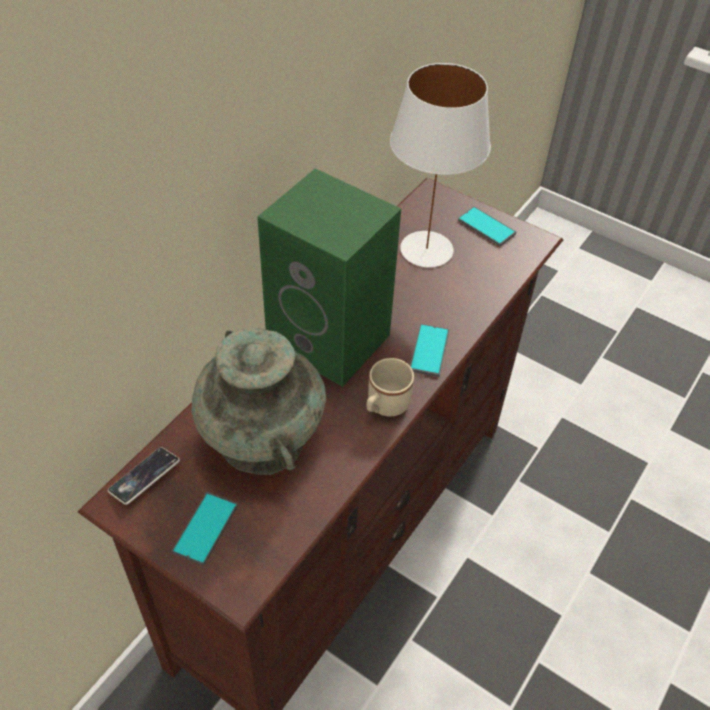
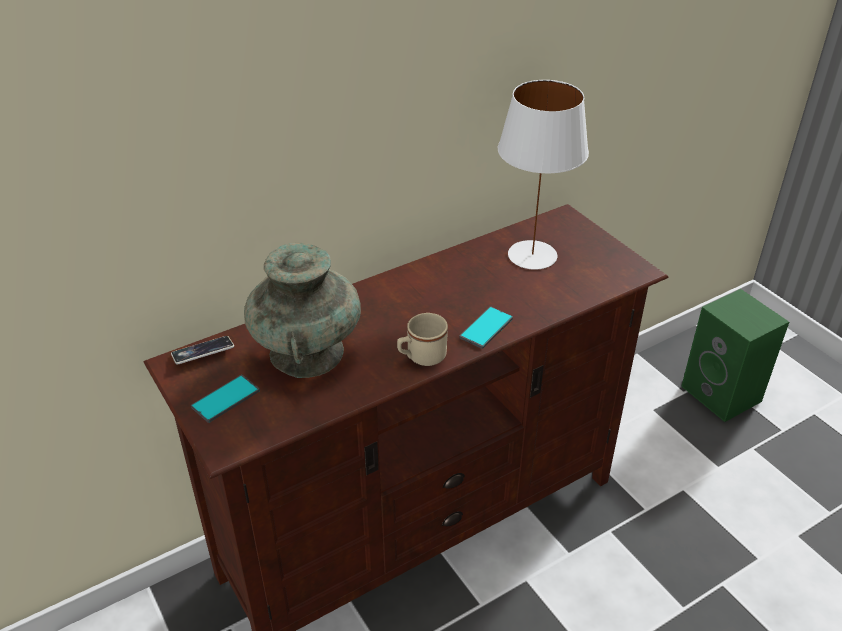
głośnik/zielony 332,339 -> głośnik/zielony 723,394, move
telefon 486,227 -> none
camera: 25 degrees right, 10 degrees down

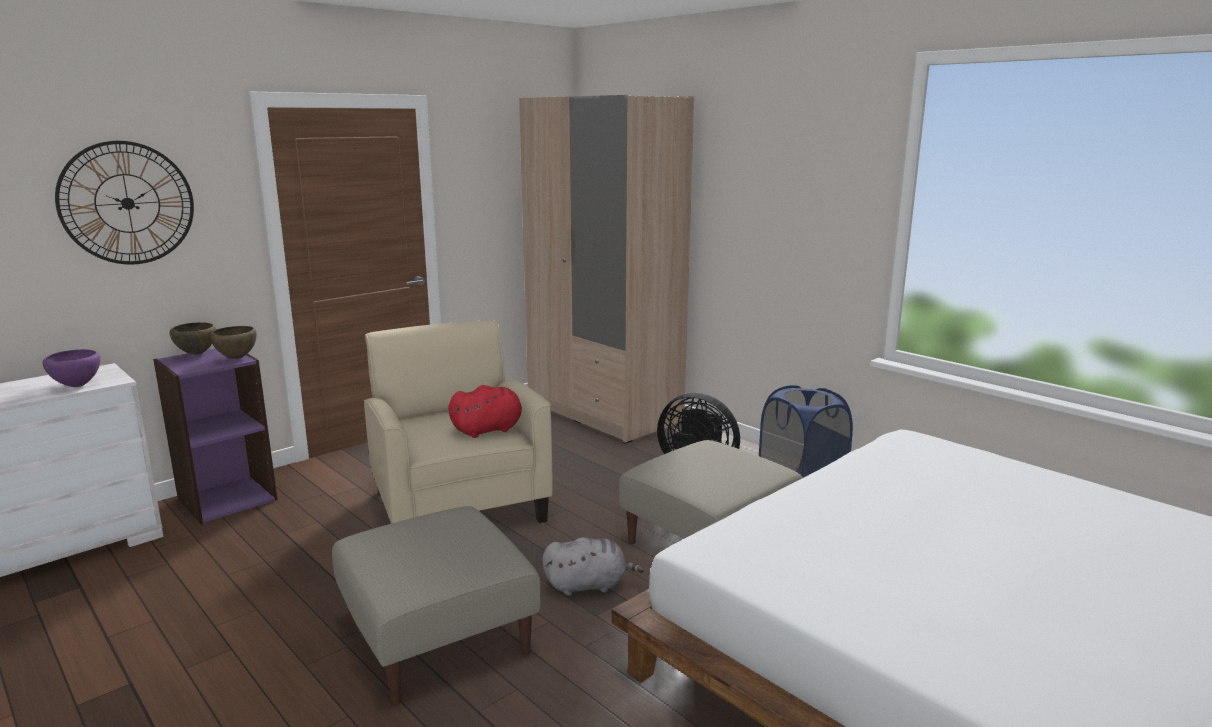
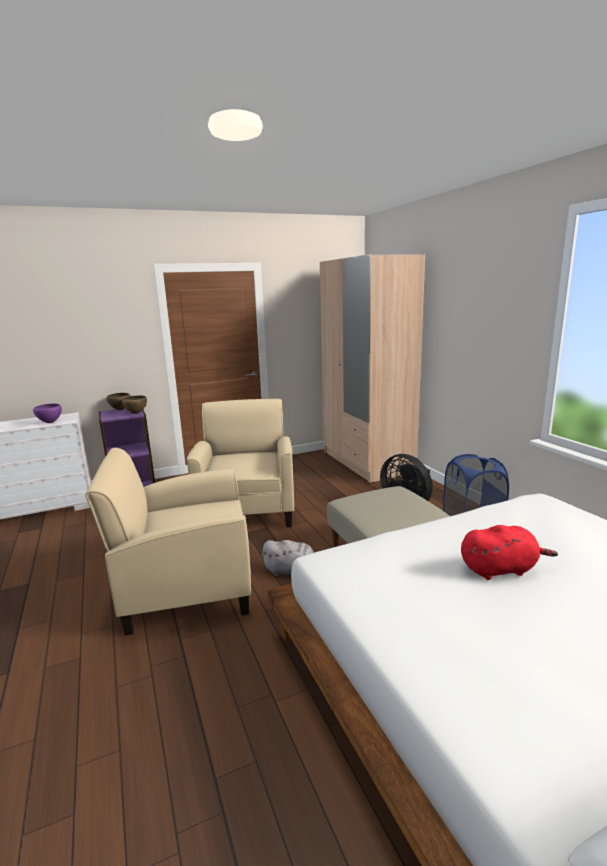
pufa/beżowy 436,636 -> fotel/beżowy 186,587
pluszak/czerwony 490,430 -> pluszak/czerwony 500,569, move
zegar ścienny 127,203 -> none
camera: 20 degrees right, 0 degrees up

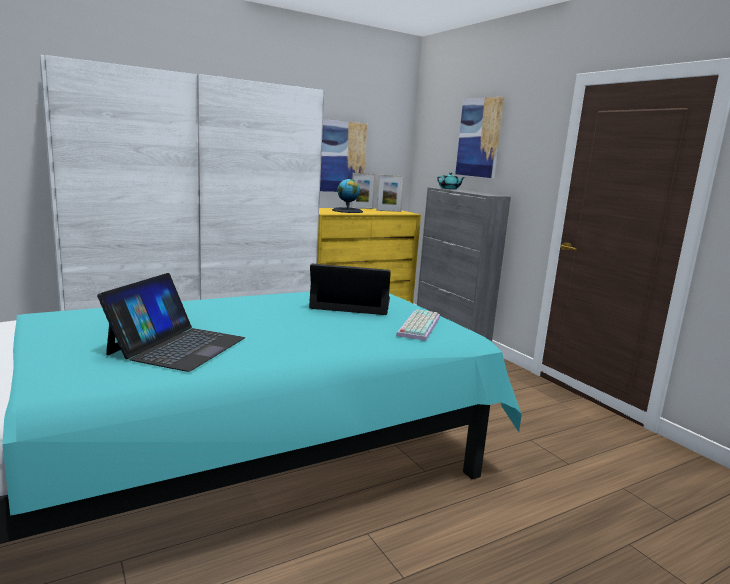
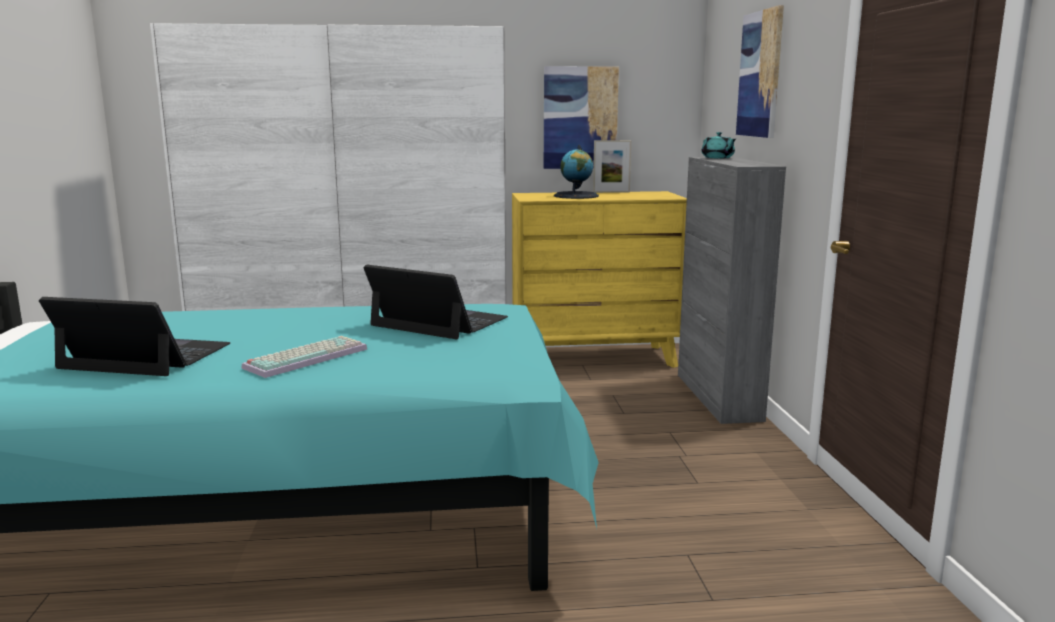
laptop 177,346 -> laptop 145,356, 120 degrees counterclockwise
klawiatura 418,325 -> klawiatura 306,357, move
ramka na zdjęcie 388,211 -> none
camera: 25 degrees right, 0 degrees up

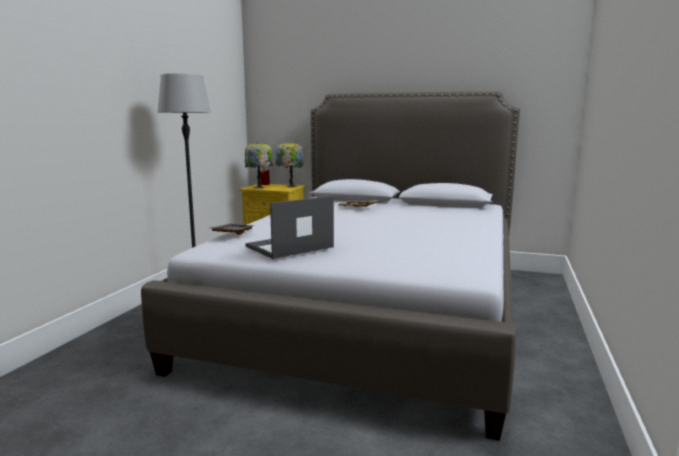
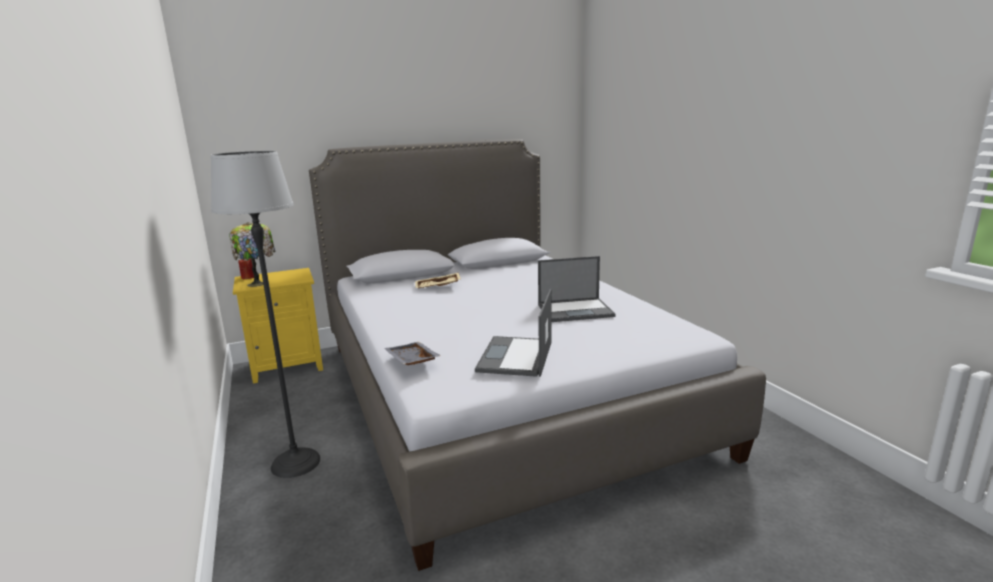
none -> laptop 576,310
lampa stołowa 290,186 -> none
camera: 40 degrees left, 5 degrees up

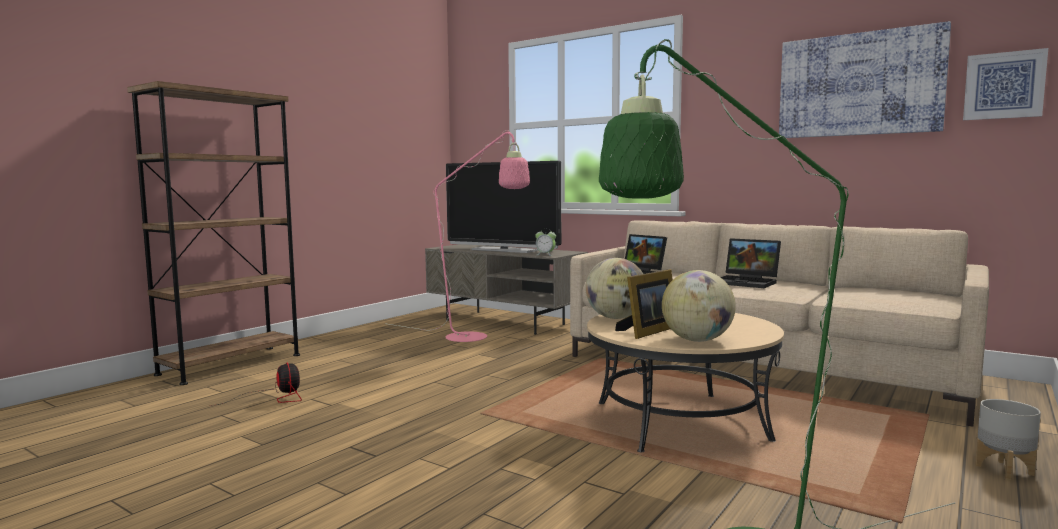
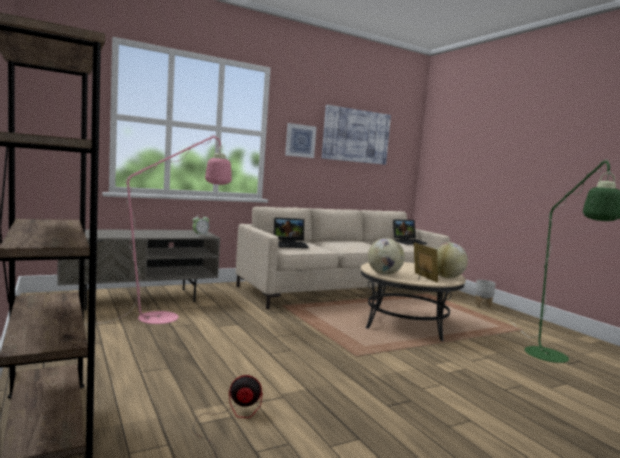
obraz 1004,85 -> obraz 300,141, move
laptop 748,282 -> laptop 408,242, move
telewizor 504,250 -> none
camera: 65 degrees left, 0 degrees up

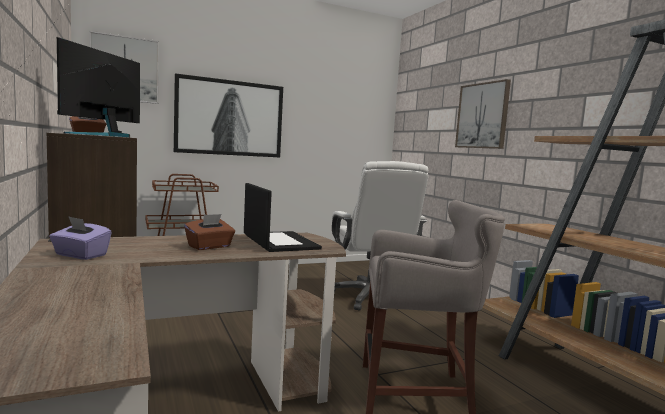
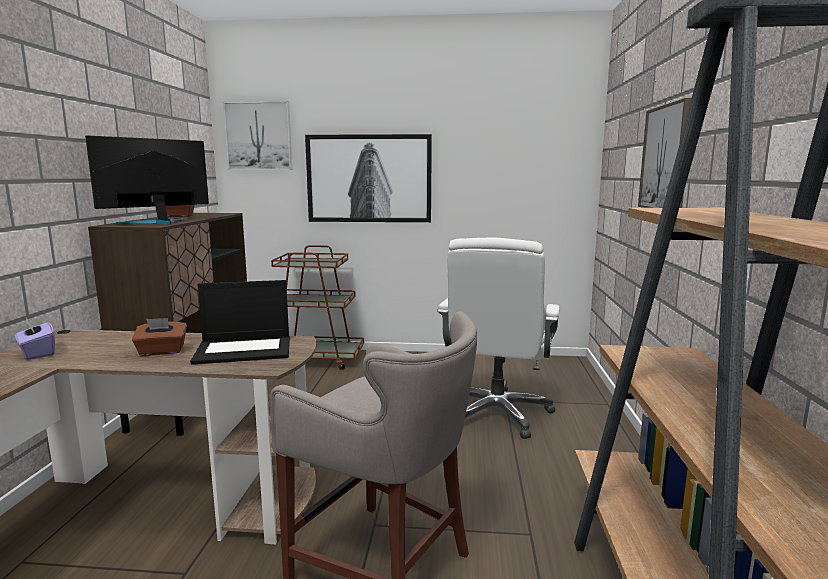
laptop 279,242 -> laptop 245,350, 75 degrees clockwise
camera: 30 degrees right, 5 degrees up

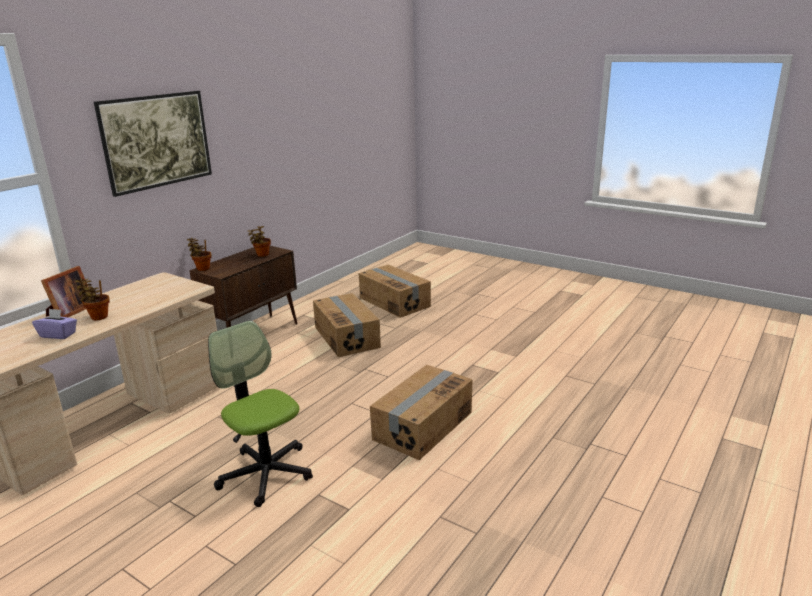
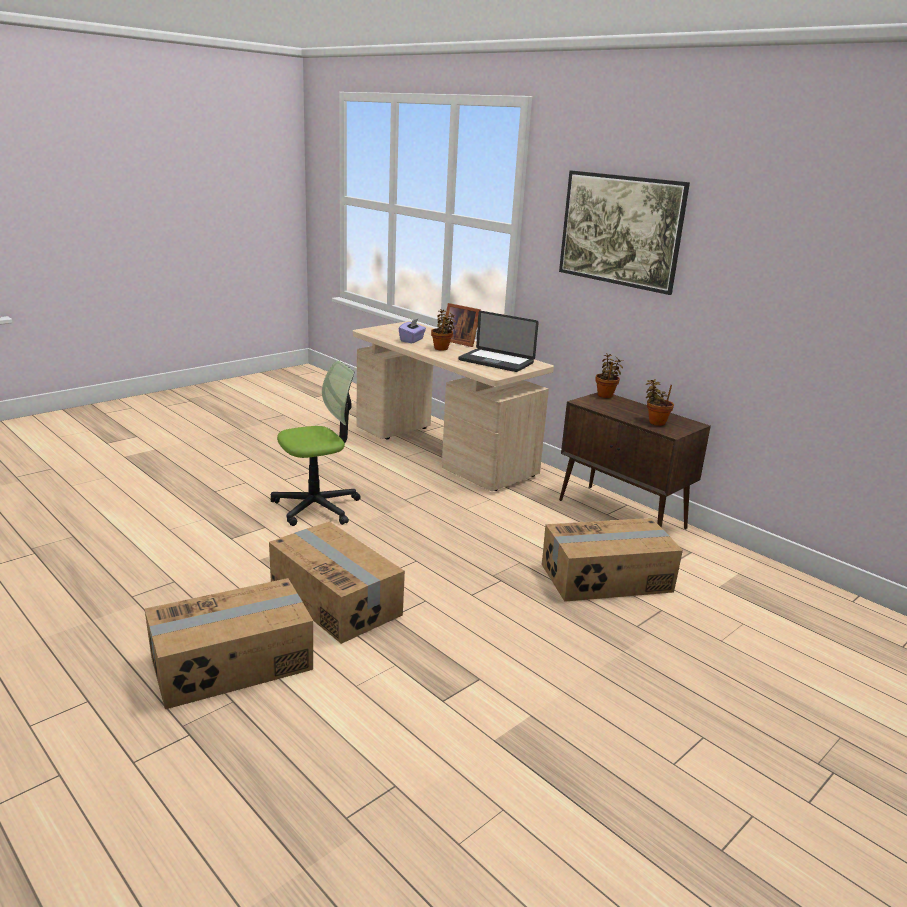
karton 395,302 -> karton 232,664, move
none -> laptop 496,362
camera: 100 degrees right, 0 degrees up

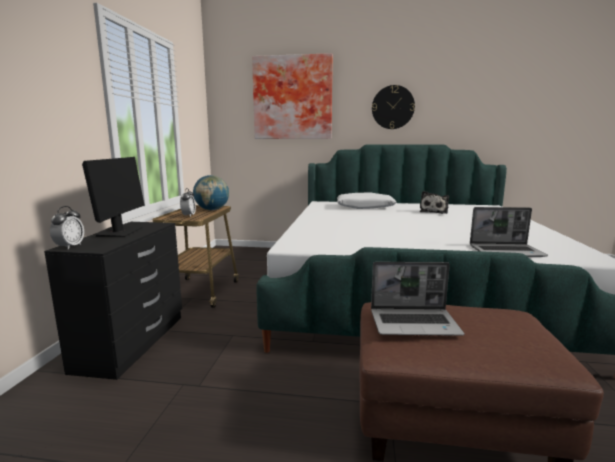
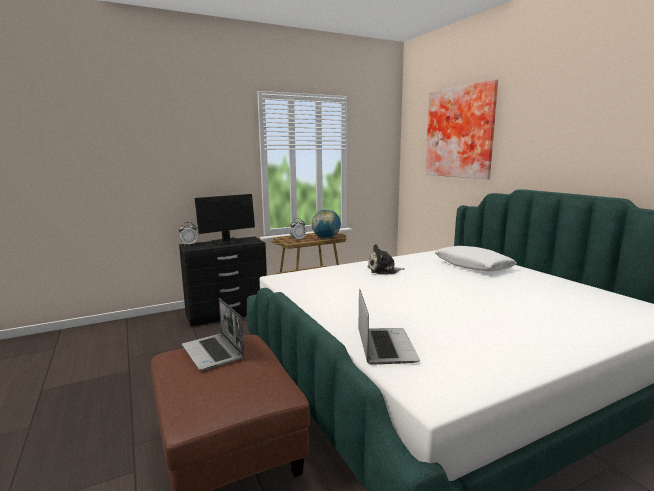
laptop 506,251 -> laptop 384,346, 150 degrees counterclockwise
pluszak 434,212 -> pluszak 384,270, move
zegar ścienny 393,107 -> none
camera: 55 degrees right, 0 degrees up

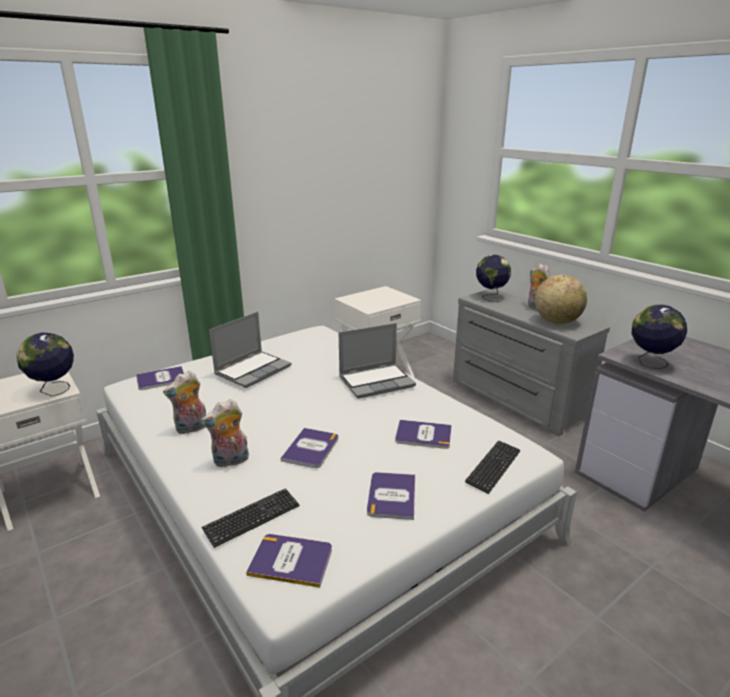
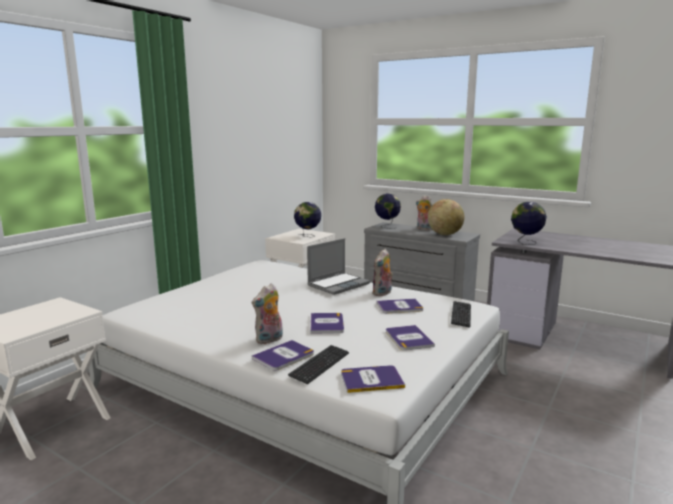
książka 161,379 -> książka 284,356, move
globus 54,390 -> globus 308,236, move
pluszak 191,428 -> pluszak 382,293, move
laptop 253,370 -> none
camera: 20 degrees left, 10 degrees down

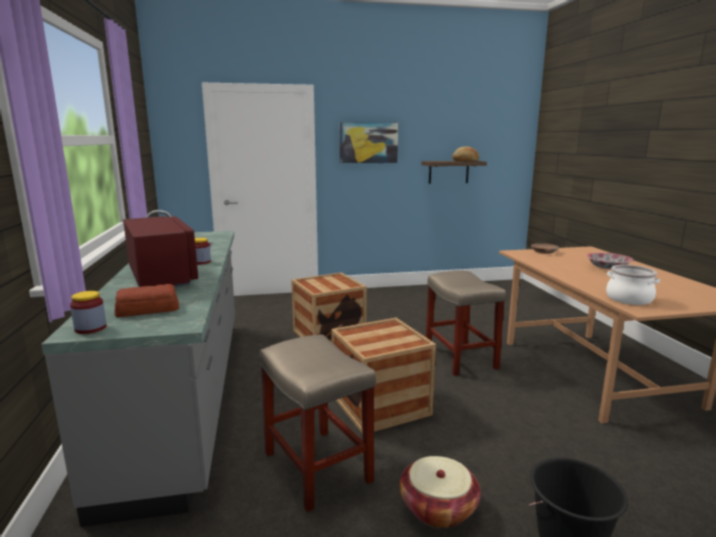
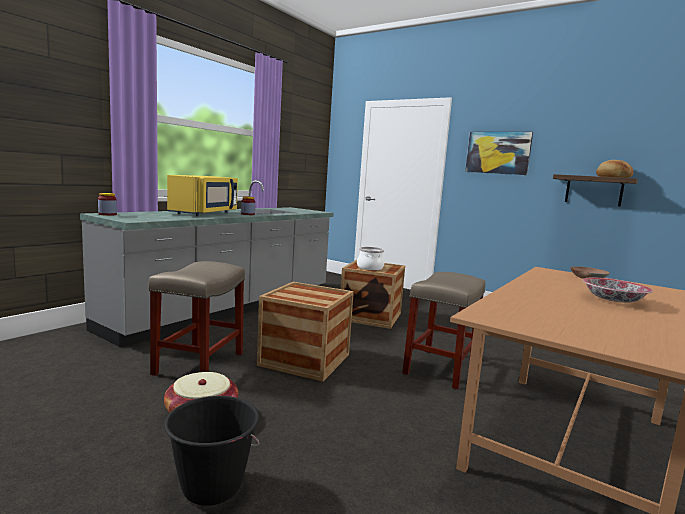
mikrofalówka/czerwony 162,277 -> mikrofalówka/żółty 205,213
garnek 629,299 -> garnek 369,268, move
chleb 147,309 -> none
camera: 45 degrees right, 5 degrees down

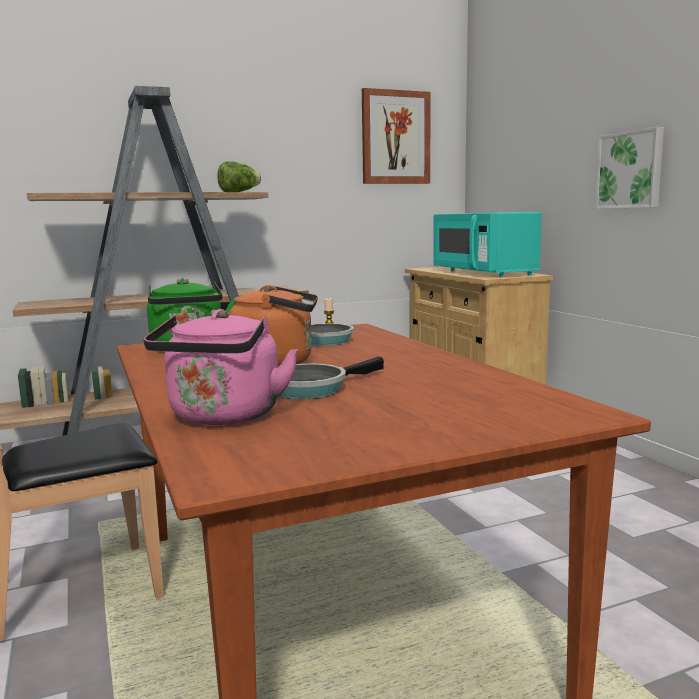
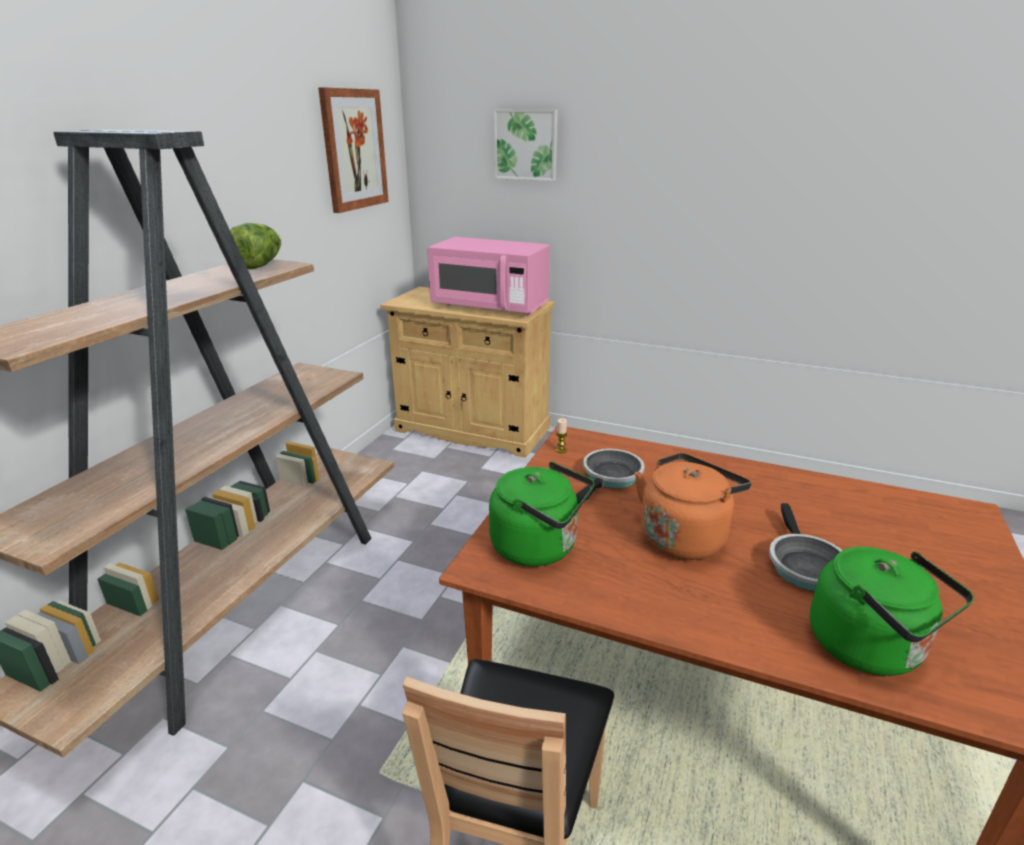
mikrofalówka/turkusowy 483,273 -> mikrofalówka/różowy 490,306
obraz 630,170 -> obraz 526,145, move
czajnik/różowy 223,417 -> czajnik/zielony 870,648
camera: 45 degrees left, 15 degrees up

